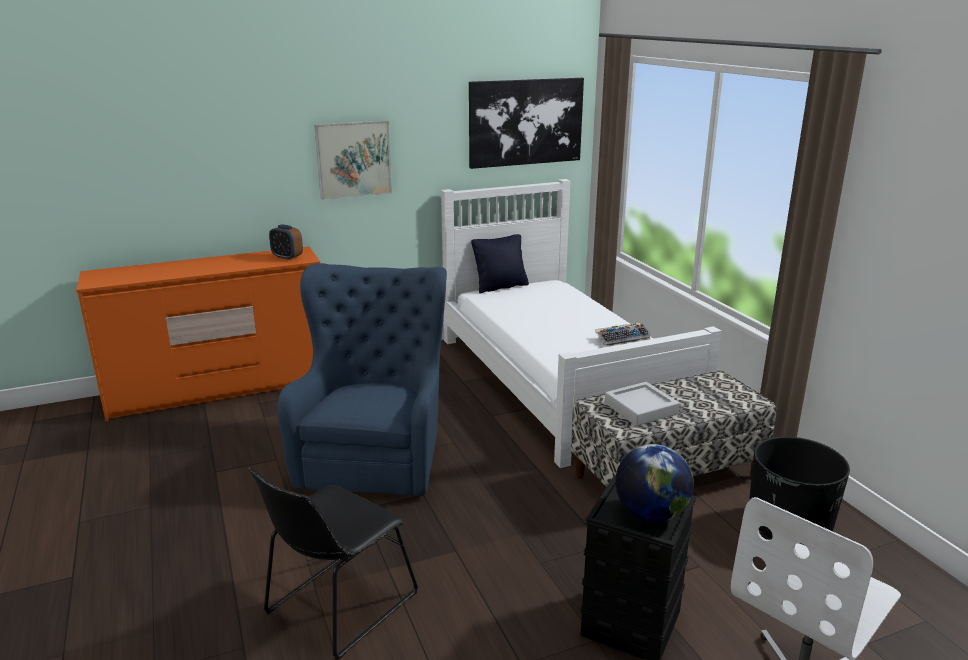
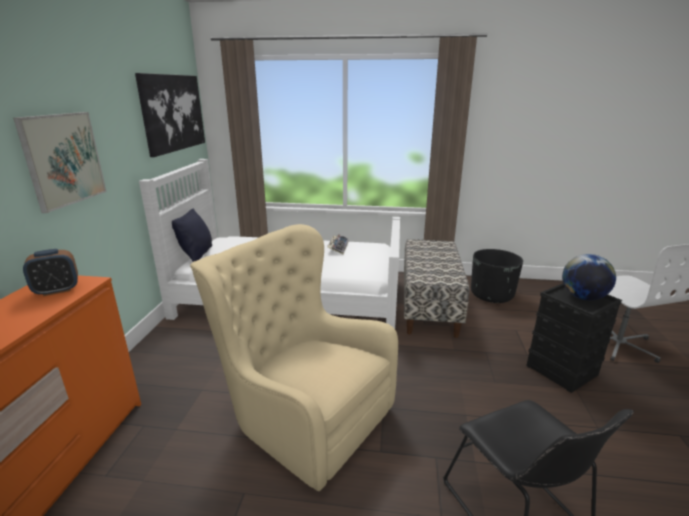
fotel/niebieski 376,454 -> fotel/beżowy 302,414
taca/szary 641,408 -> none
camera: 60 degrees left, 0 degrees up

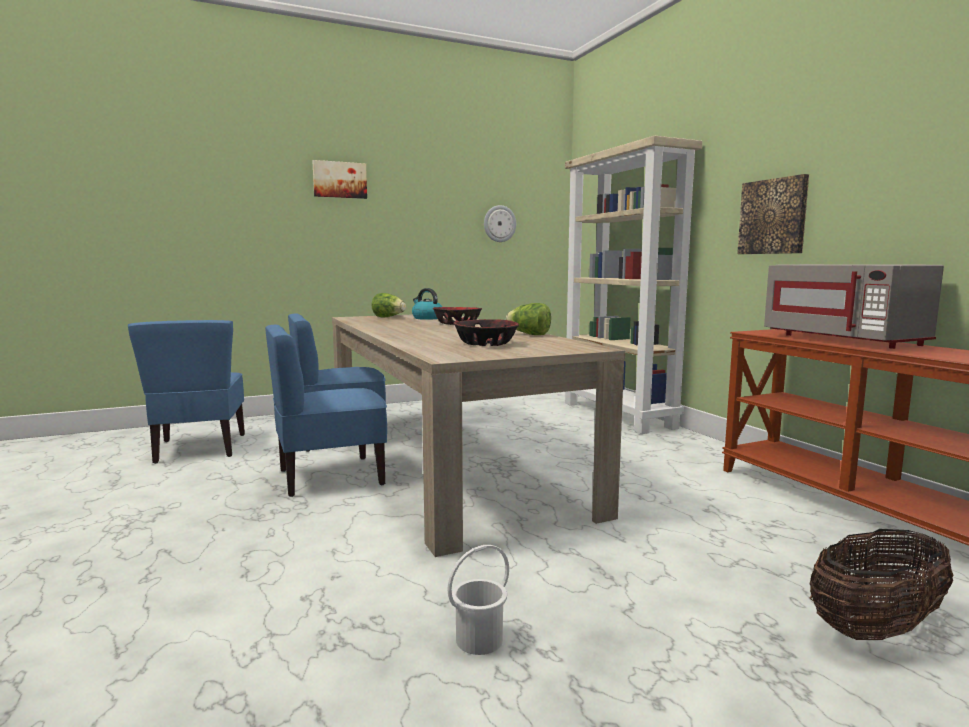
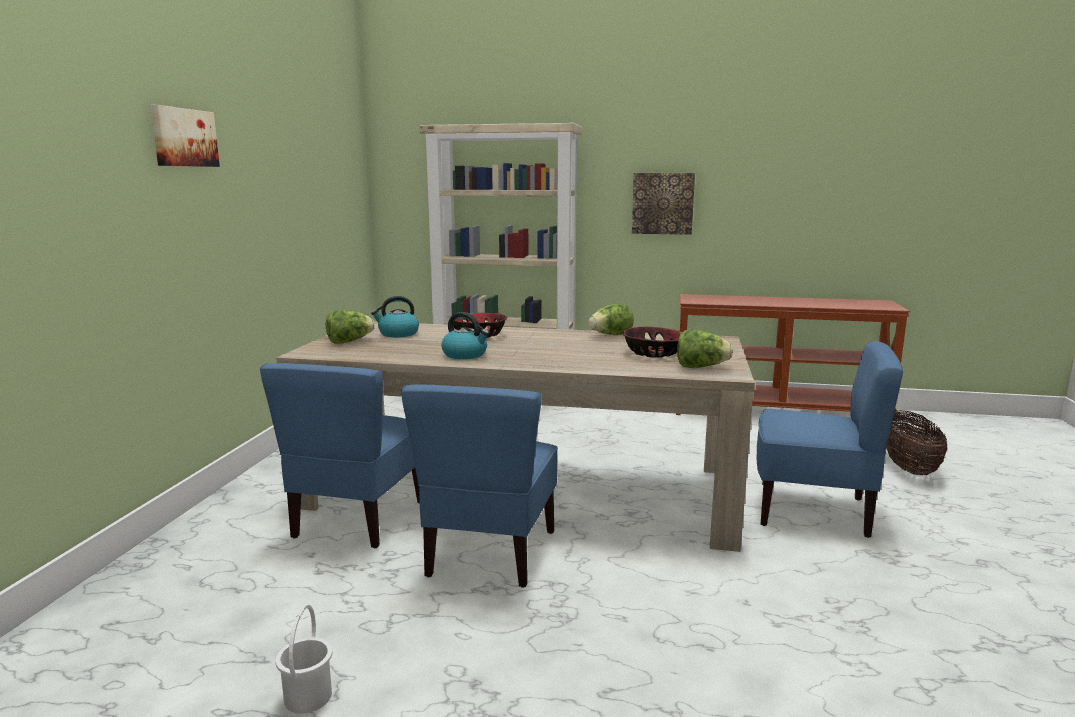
wiadro/biały 478,639 -> wiadro/biały 307,697, move
none -> czajnik 465,355
none -> sałata 701,367
krzesło/niebieski 199,448 -> krzesło/niebieski 812,510, move
zegar ścienny 499,223 -> none
mikrofalówka/szary 844,340 -> none
camera: 55 degrees left, 5 degrees up

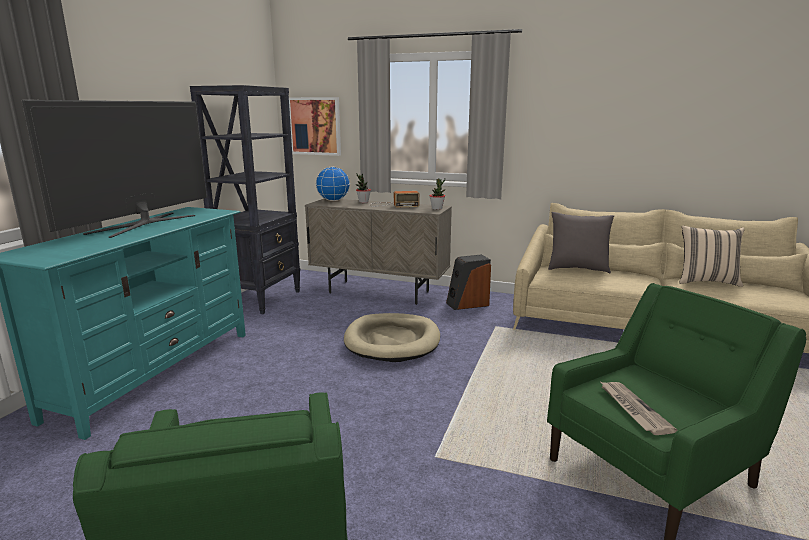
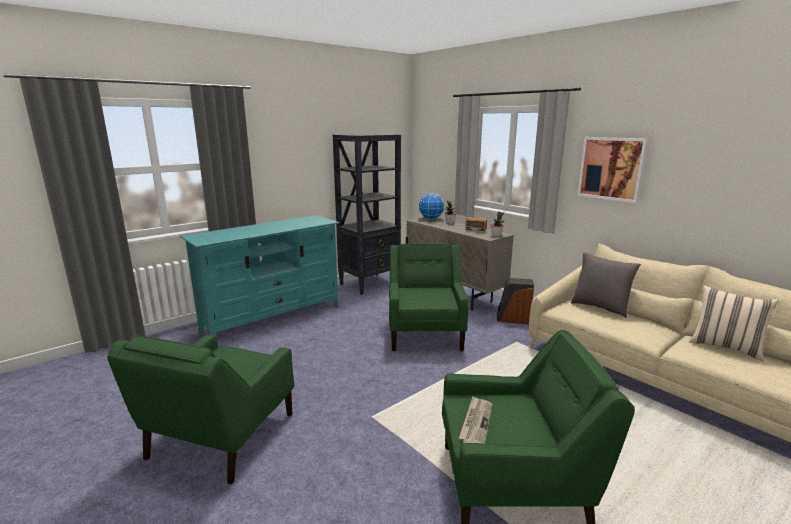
legowisko/beżowy 392,341 -> fotel/zielony 425,333
obraz 315,126 -> obraz 611,168, move
telewizor 144,224 -> none
camera: 30 degrees right, 0 degrees up

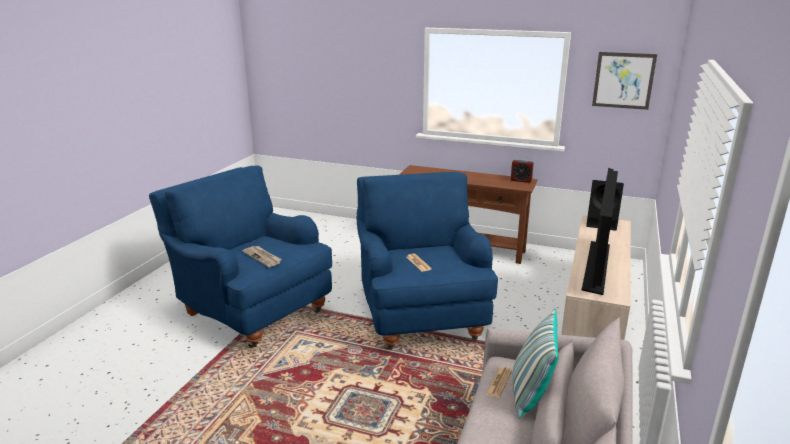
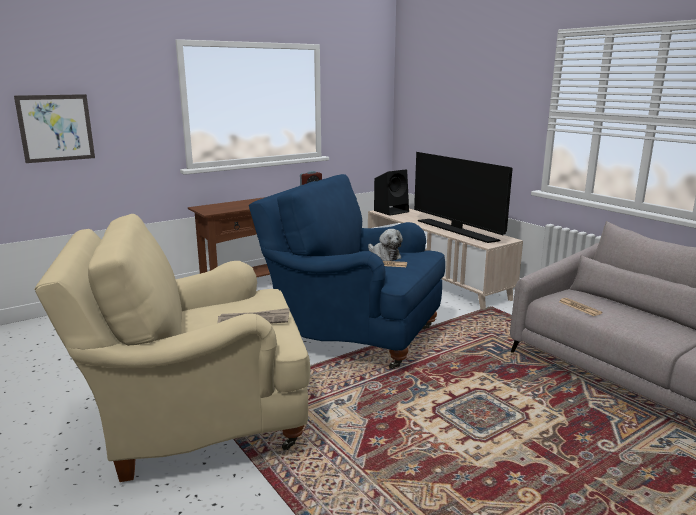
obraz 623,80 -> obraz 56,128, move
fotel/niebieski 251,310 -> fotel/beżowy 199,426
none -> pluszak 384,256
poduszka 530,394 -> none
camera: 55 degrees left, 5 degrees down

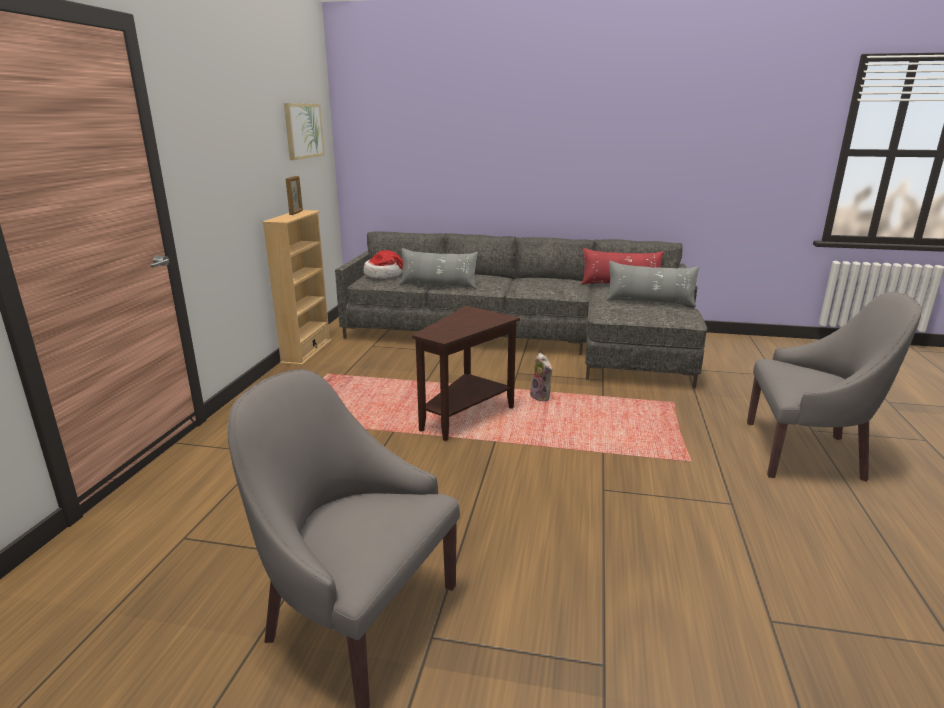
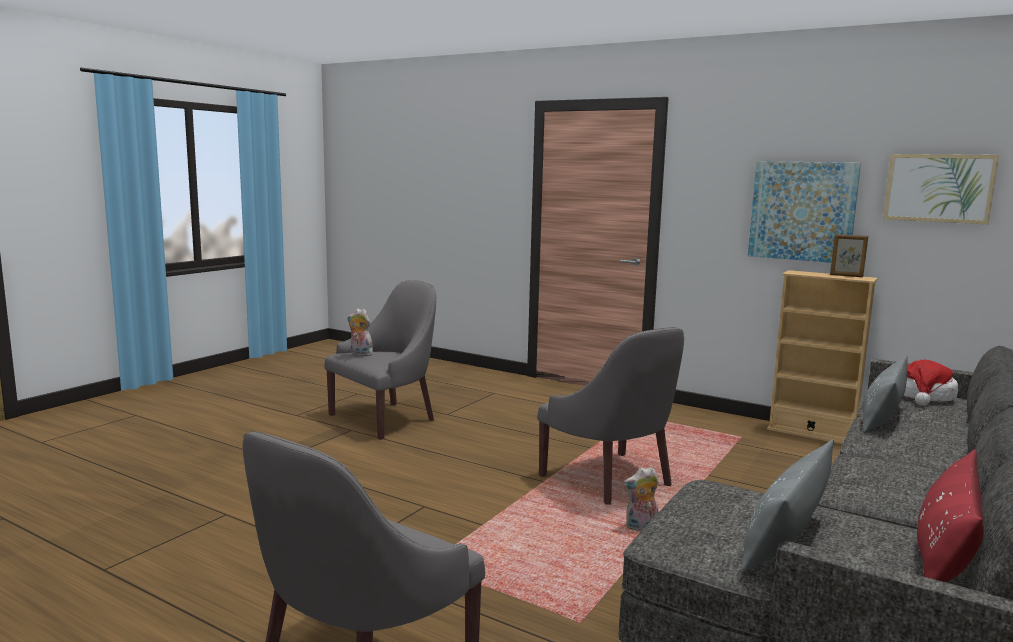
none -> pluszak 360,354
stolik/brązowy 466,415 -> fotel/szary 611,480
none -> obraz 802,211
camera: 110 degrees right, 10 degrees down

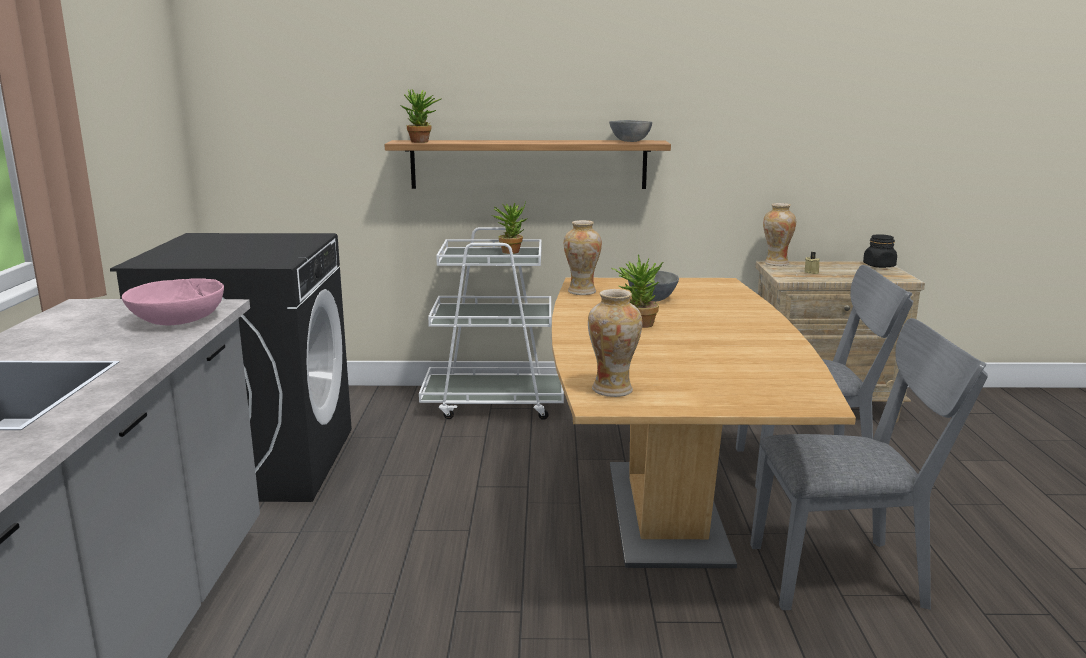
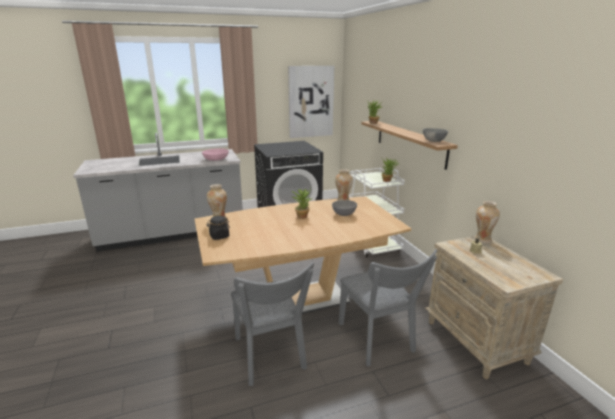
słoik/czarny 879,266 -> słoik/czarny 219,236, move
none -> obraz 311,102
camera: 70 degrees right, 5 degrees up

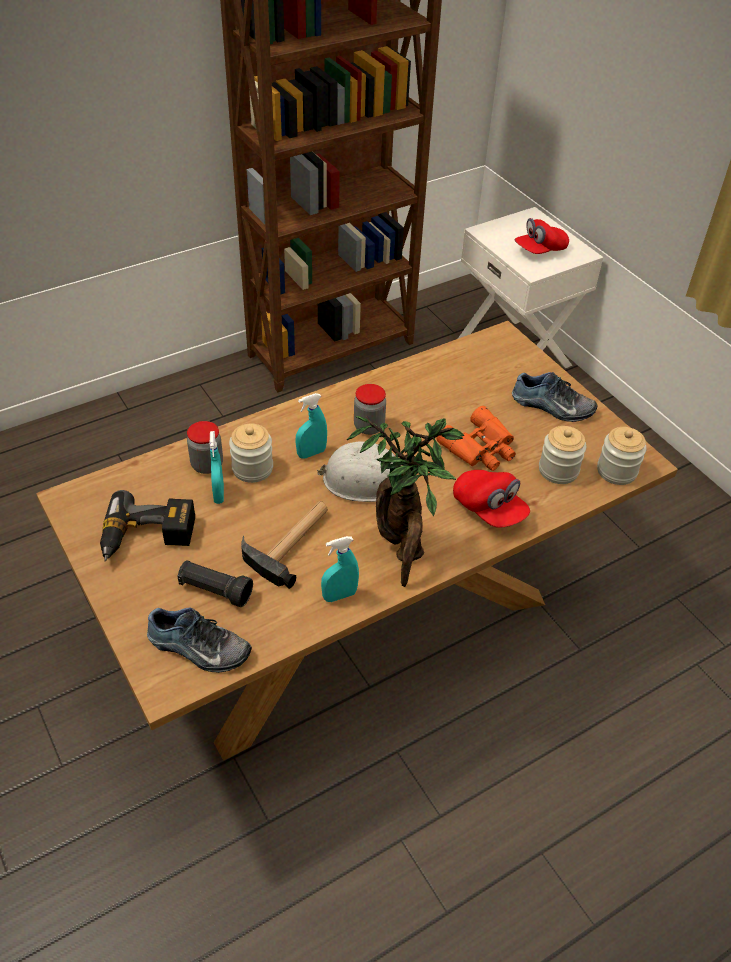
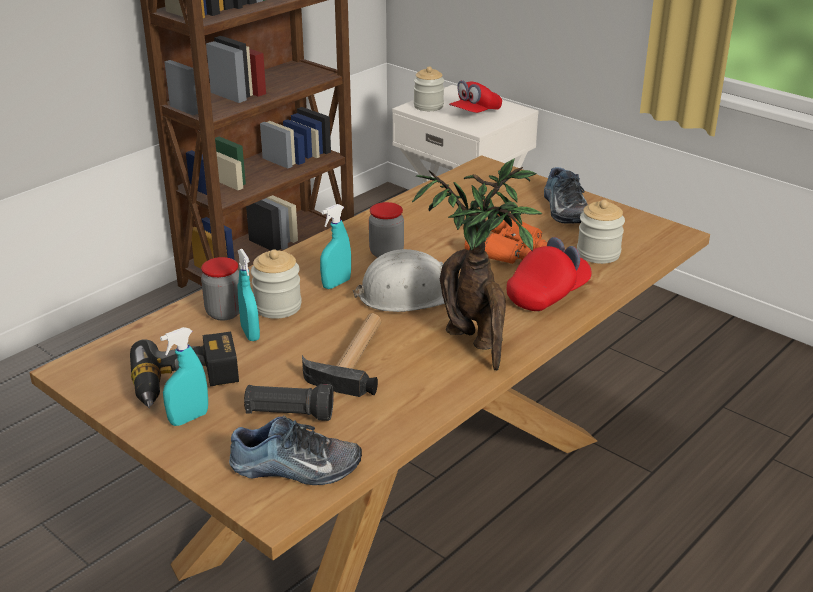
spryskiwacz/turkusowy 339,595 -> spryskiwacz/turkusowy 189,418, move
słoik 616,471 -> słoik 428,106, move
czapka z daszkiem/czerwony 489,509 -> czapka z daszkiem/czerwony 548,294, 75 degrees counterclockwise
but 552,407 -> but 563,209, 75 degrees clockwise
camera: 15 degrees left, 15 degrees down

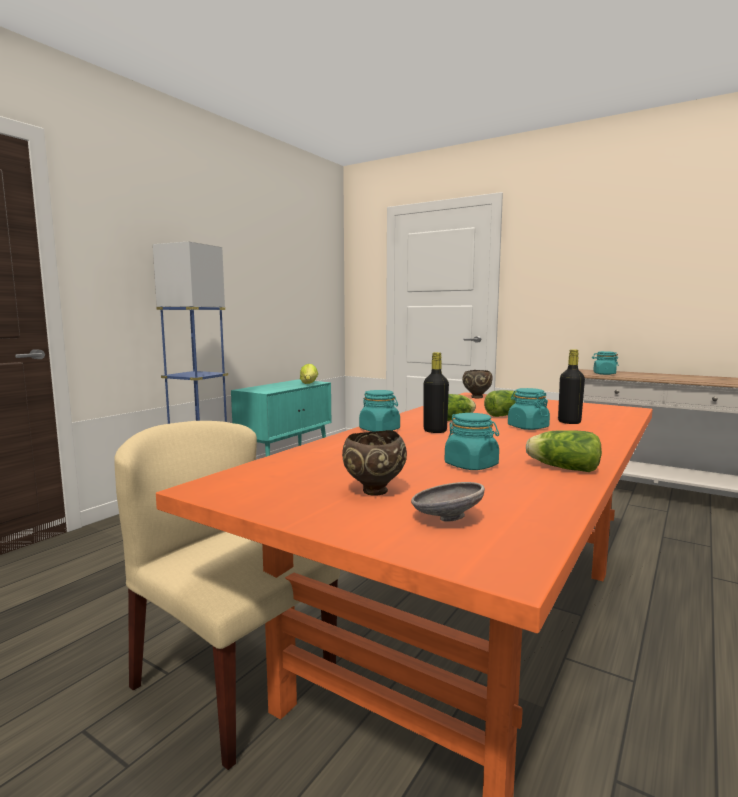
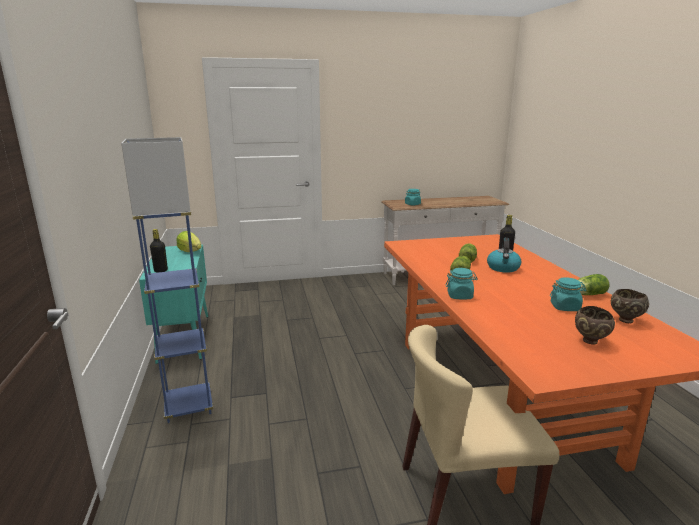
butelka/czarny 435,431 -> butelka/czarny 161,271, move
słoik/turkusowy 527,427 -> czajnik 503,268
miska/brązowy 476,397 -> miska/brązowy 624,320, move
miska/szary 445,518 -> none
camera: 45 degrees left, 10 degrees up

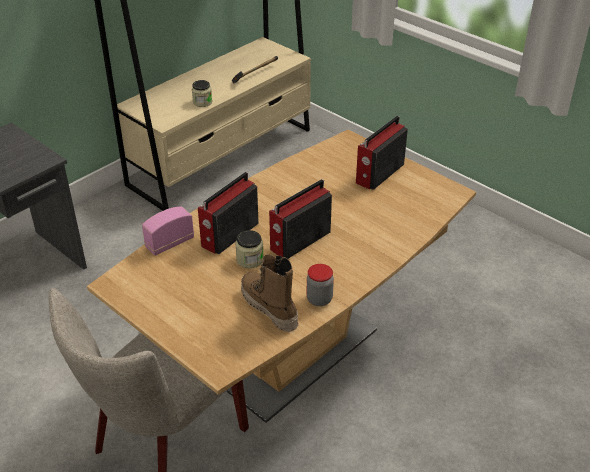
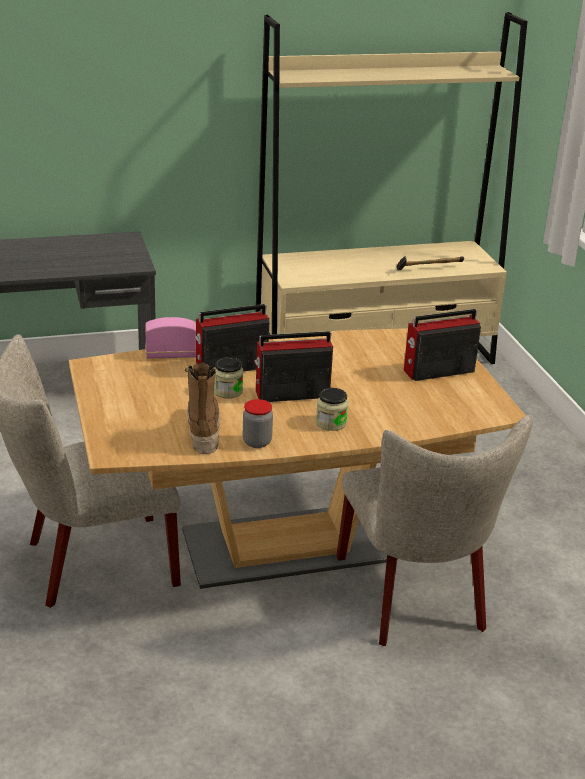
słoik 202,102 -> słoik 331,423, move
none -> krzesło/beżowy 415,601
camera: 30 degrees right, 10 degrees down

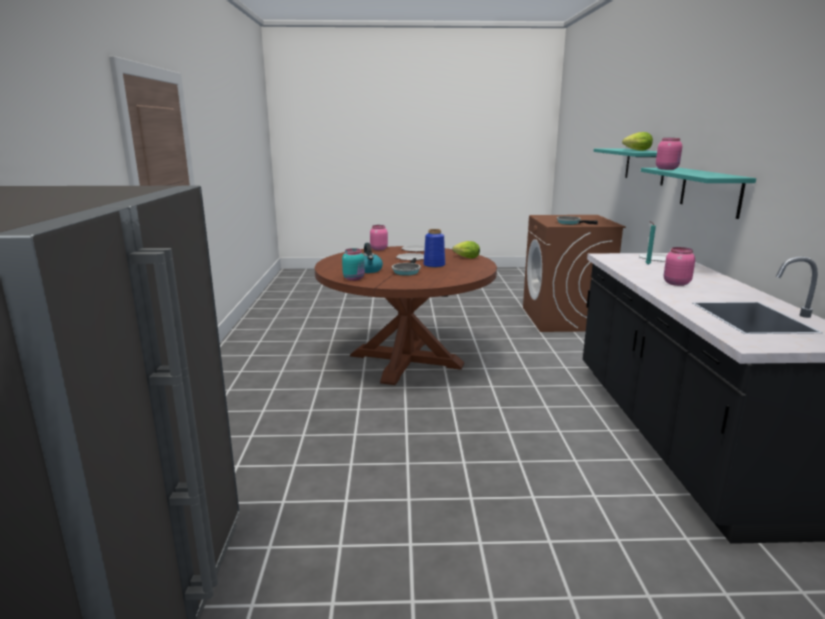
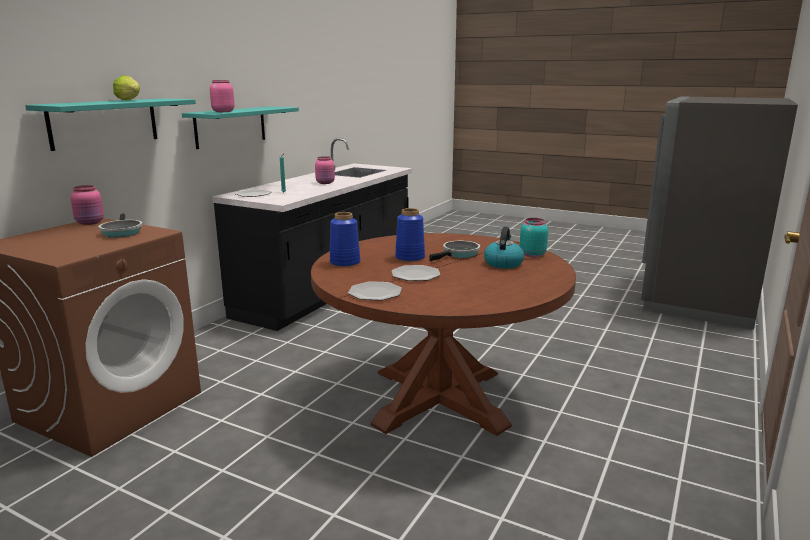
słoik/różowy 378,249 -> słoik/różowy 90,222, move
sałata 465,258 -> wazon/niebieski 345,262
camera: 150 degrees left, 0 degrees up

